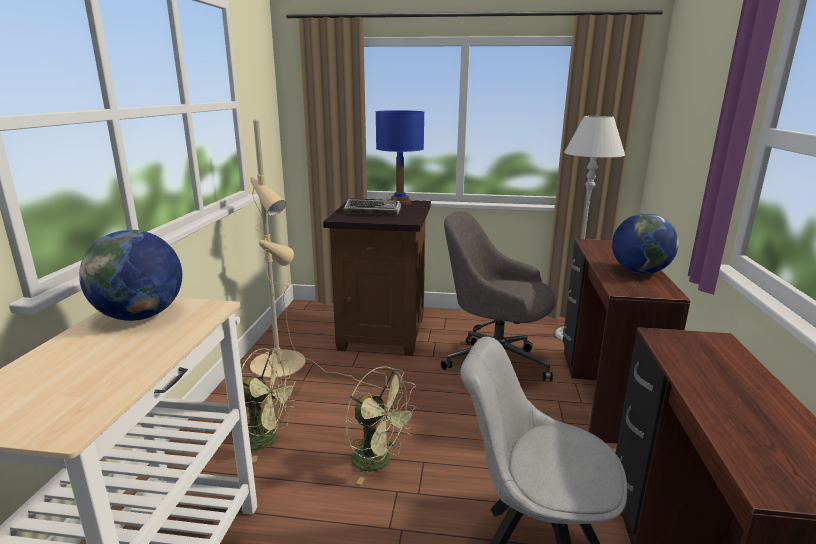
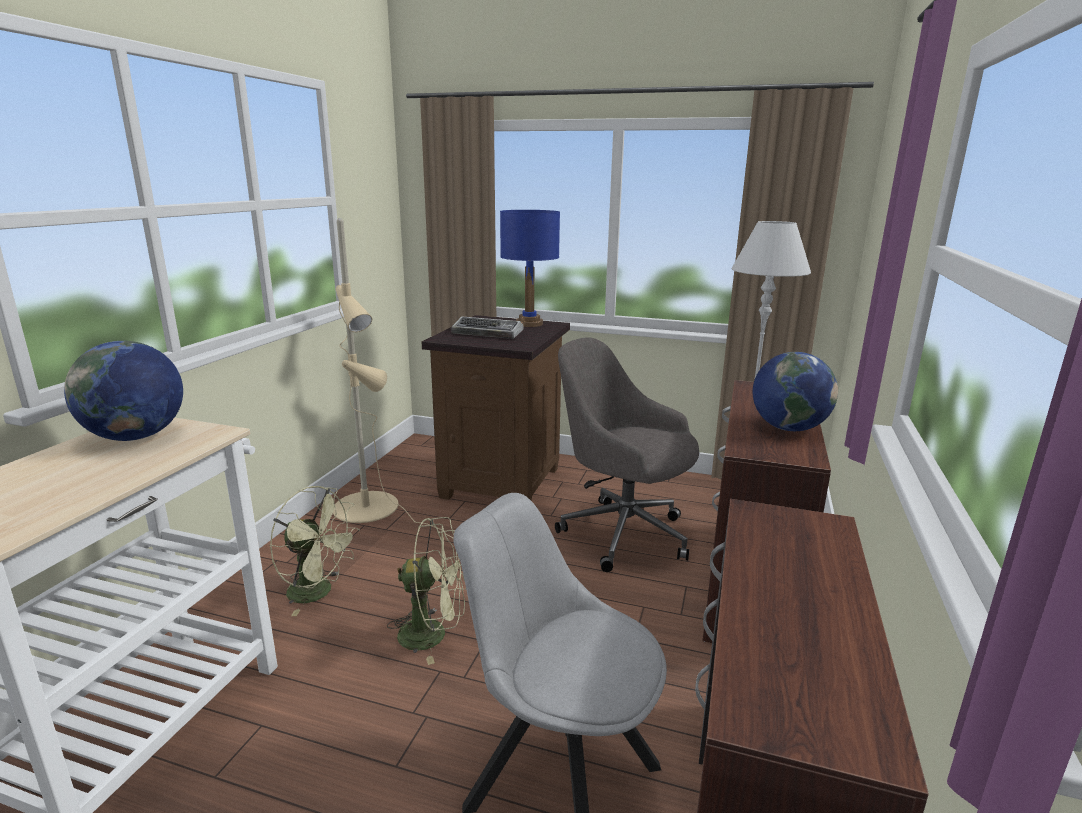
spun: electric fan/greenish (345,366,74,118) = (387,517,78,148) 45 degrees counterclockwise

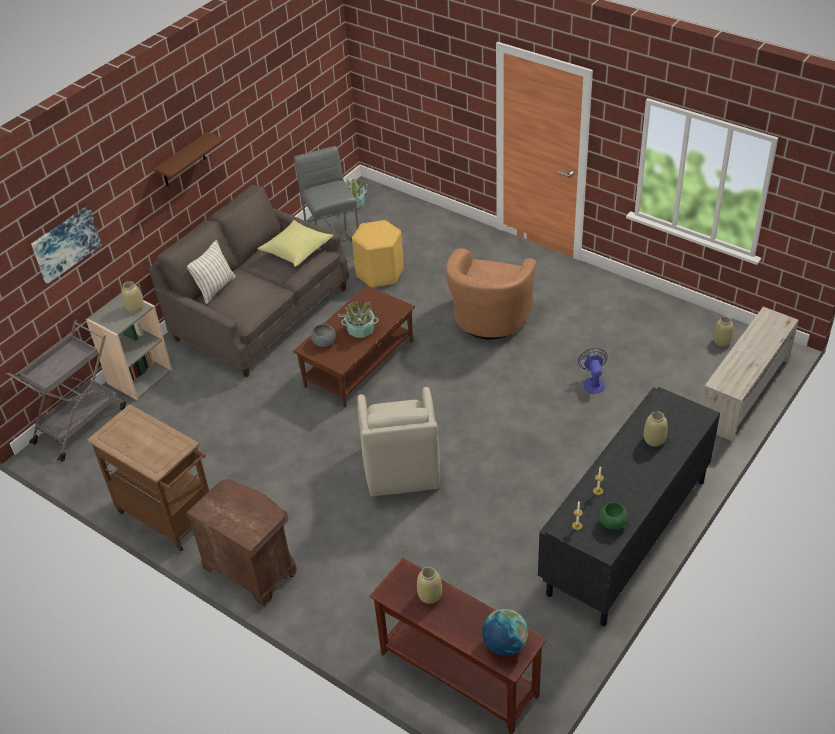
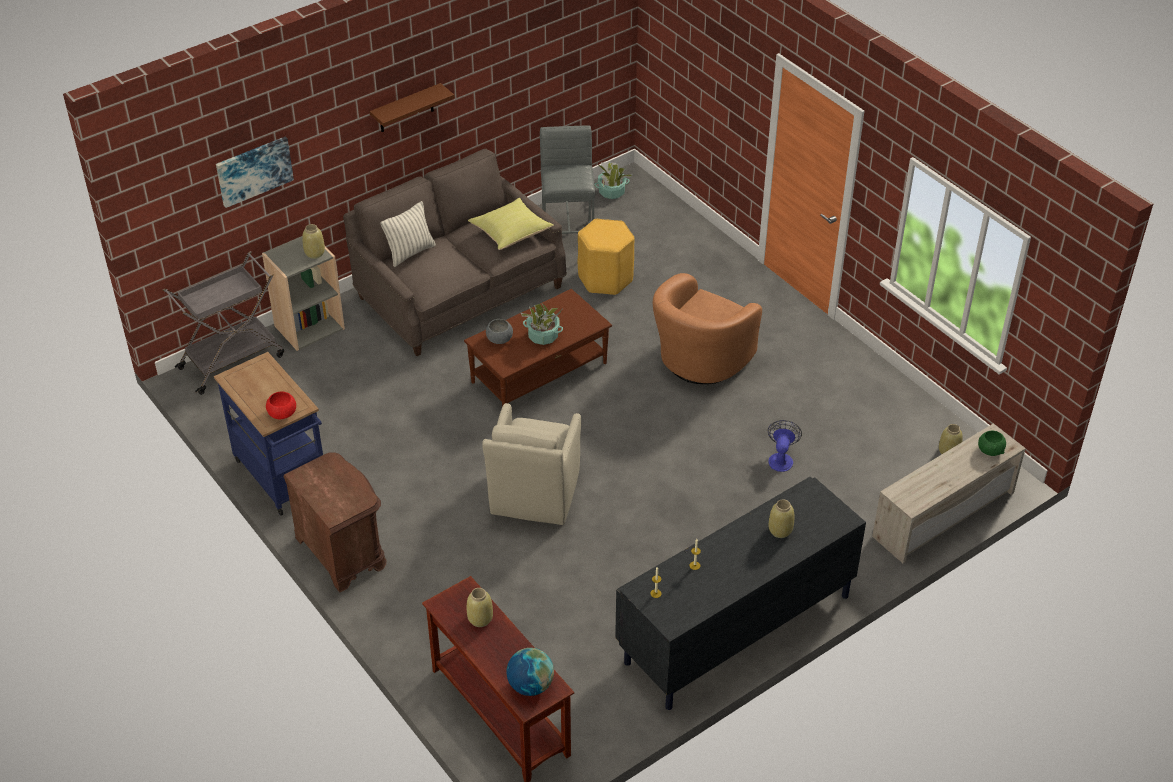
appeared: serving bowl/red-coloured (266,392,30,27)
relocated: serving bowl/greenish (599,502,29,28) to (978,431,28,25)
colour: trolley/brown (87,404,122,147) to trolley/blue (214,352,109,164)

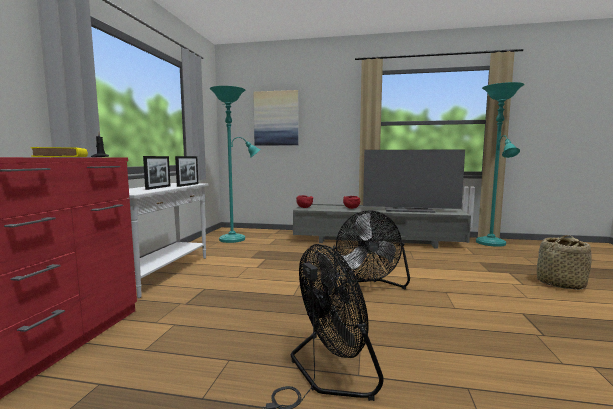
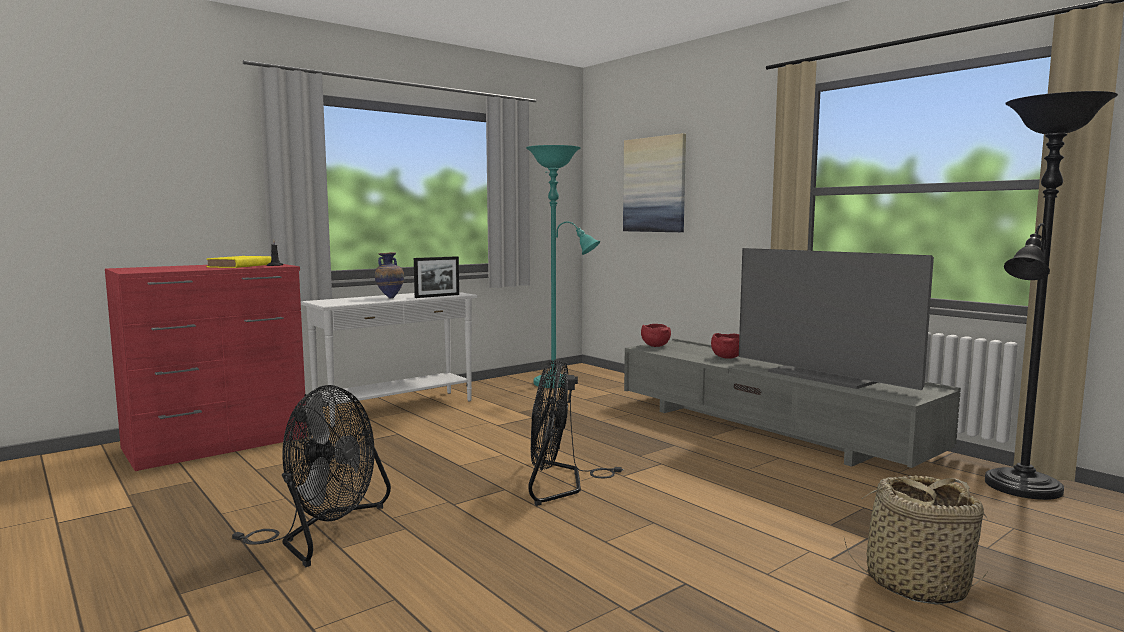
exchanged: standing frame (143,156,27,34) to flower vase (375,252,29,46)
colour: floor lamp/blue-green (476,82,48,165) to floor lamp/black-coloured (985,91,133,409)
spun: electric fan/black-coloured (333,210,77,84) = (528,359,96,147) 60 degrees clockwise

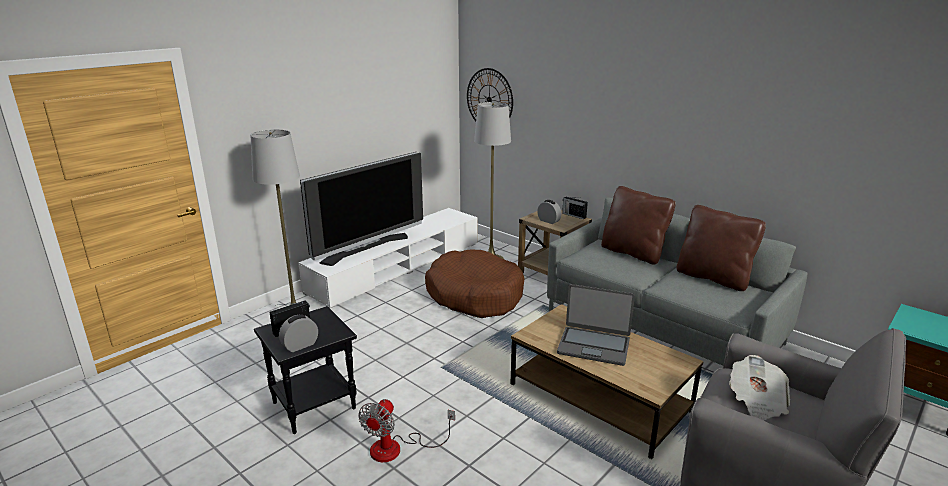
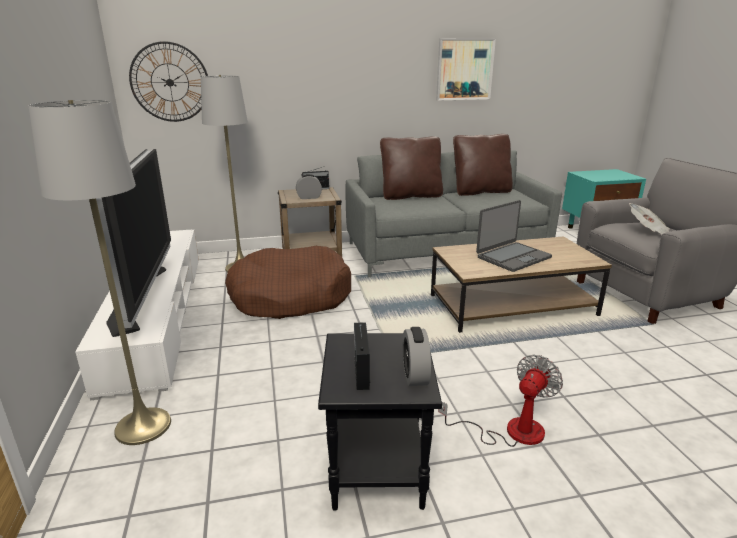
appeared: wall picture (436,38,60,63)
spun: electric fan (358,399,97,63) = (438,355,125,92) 105 degrees counterclockwise

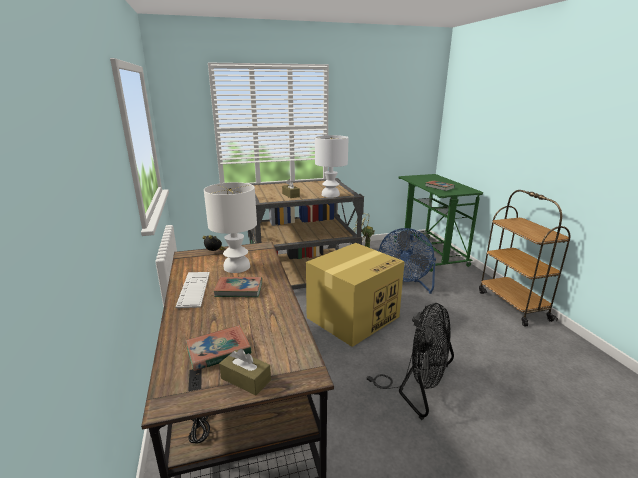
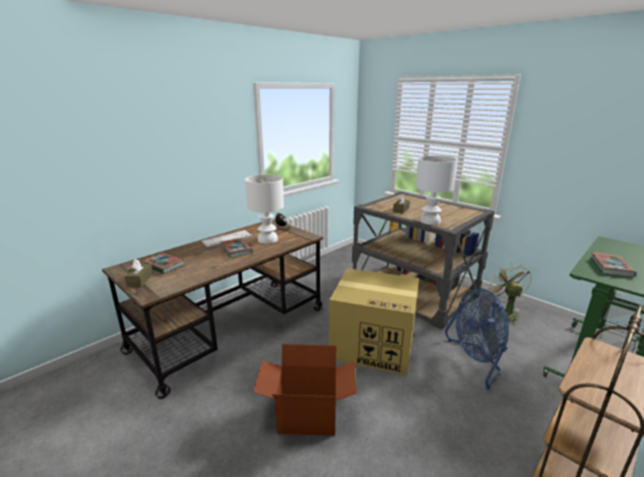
exchanged: electric fan/black-coloured (366,303,88,117) to cardboard box (253,344,103,92)

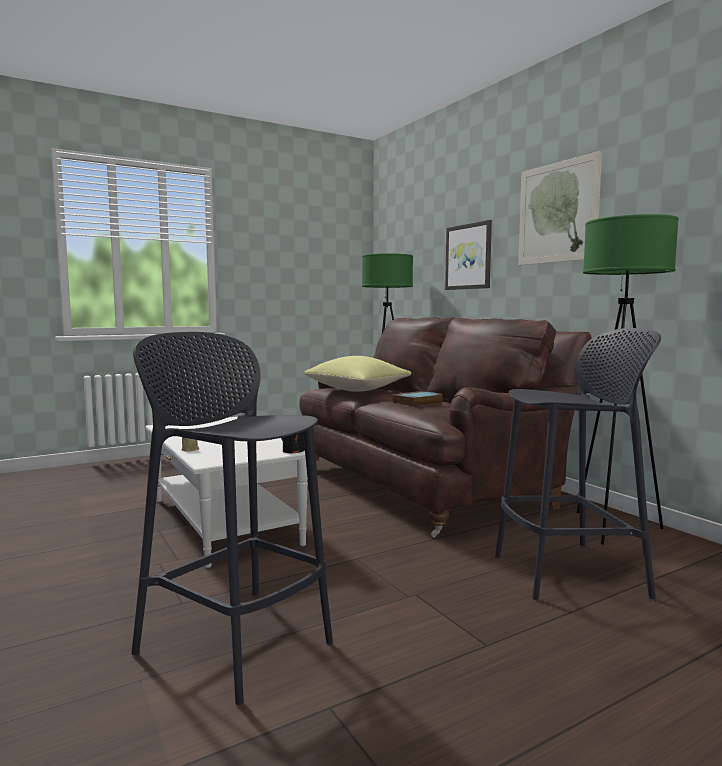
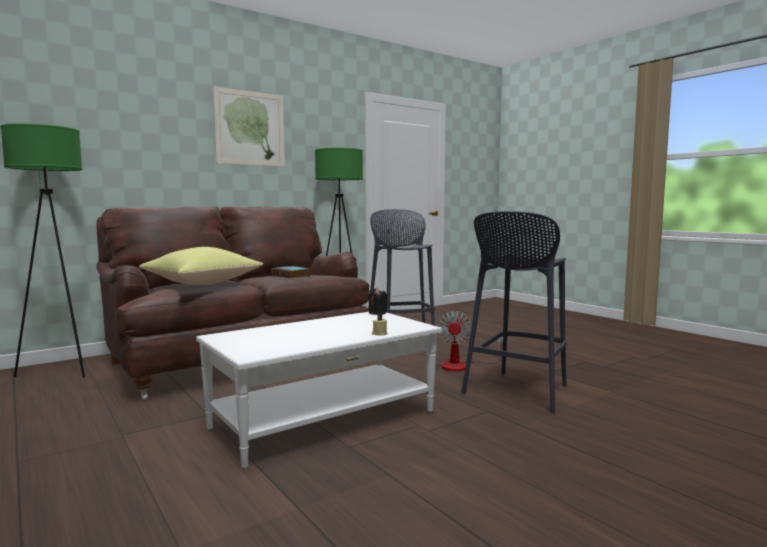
missing: wall picture (445,220,47,70)
appeared: electric fan (438,311,65,60)

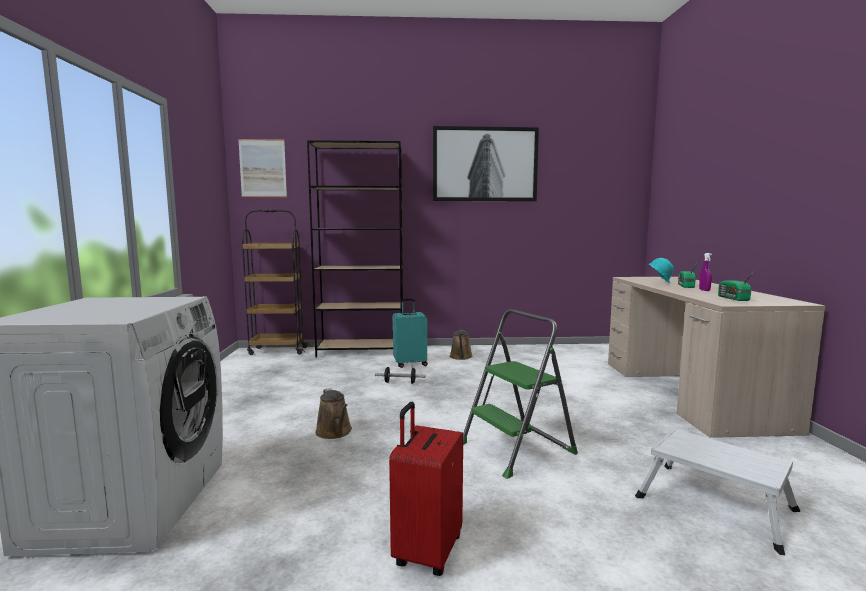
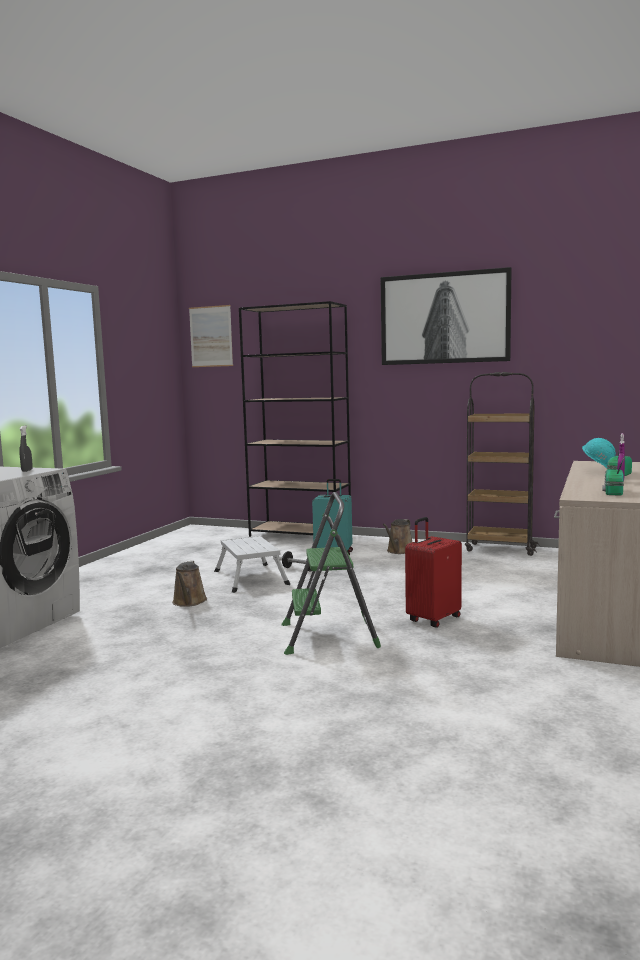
appeared: sprayer/greyish (20,425,13,47)
relocated: step ladder/white-coloured (635,428,166,127) to (214,536,76,57); suitcase/red-coloured (389,401,74,175) to (405,517,57,111); trolley/brown (242,209,68,146) to (465,372,75,184)

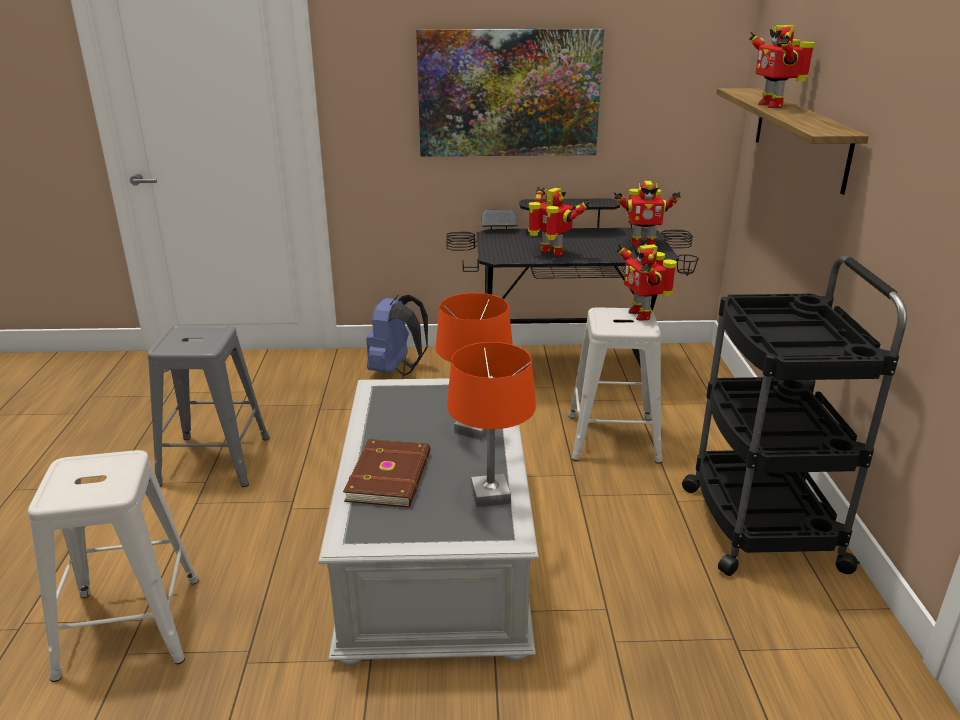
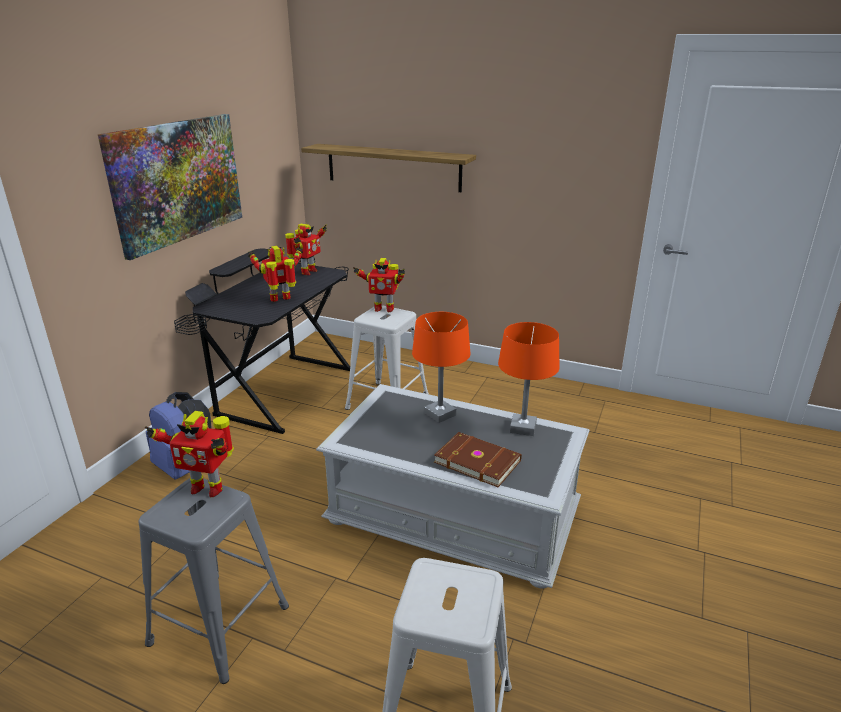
missing: trolley/black-coloured (682,256,225,320)
relocated: toy robot (749,25,66,83) to (144,411,90,86)

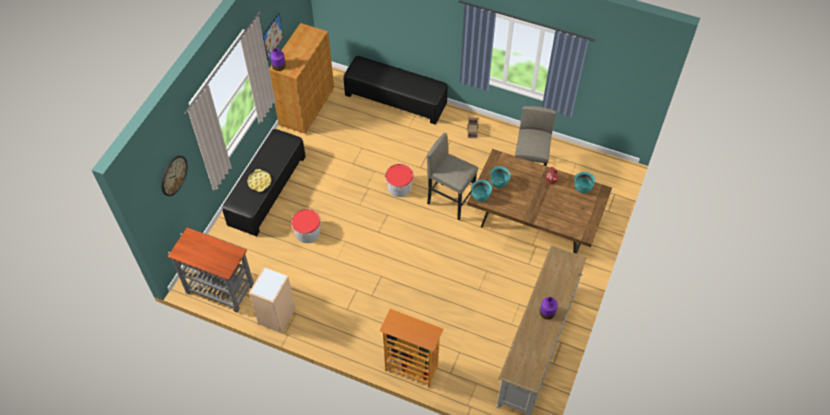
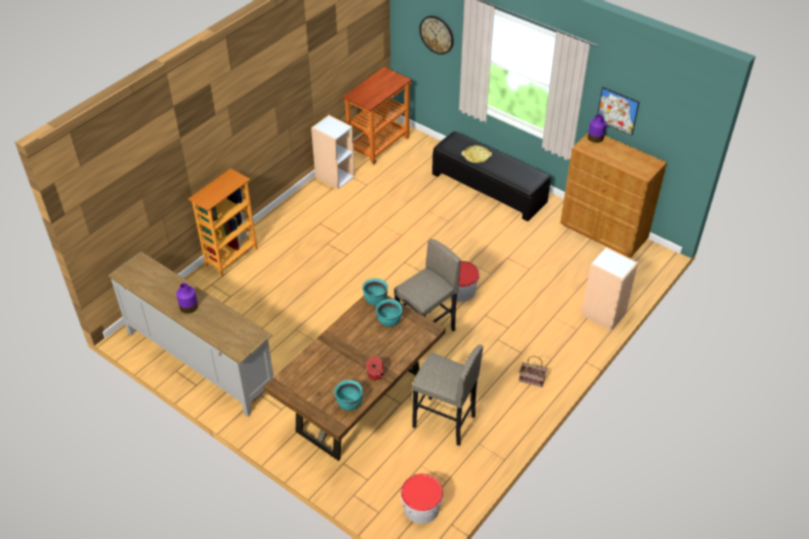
relocated: pail (291,209,30,34) to (401,474,42,50)
exchanged: long seat/black-coloured (344,56,104,69) to bookcase (581,247,57,84)
colour: trolley/greyish (168,227,86,85) to trolley/orange-coloured (343,67,69,98)

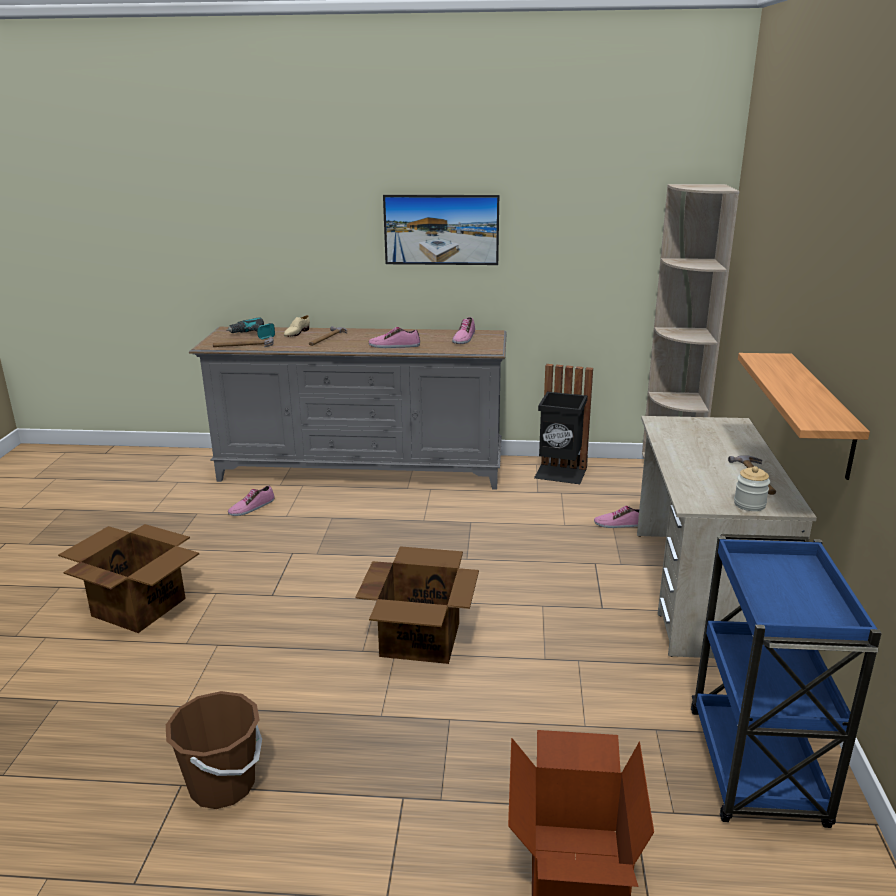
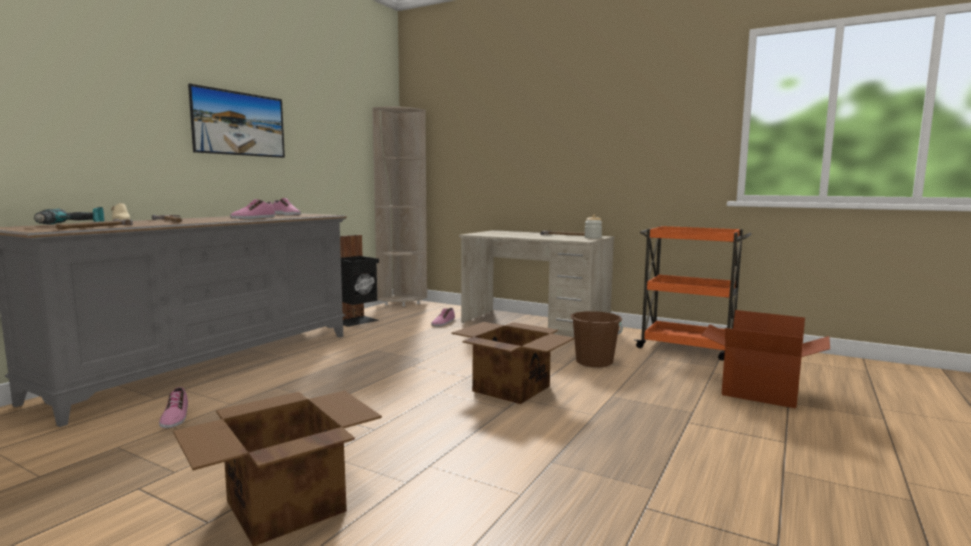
missing: wall shelf (738,353,132,127)
relocated: pail/brown (166,691,96,118) to (571,311,52,56)
colour: trolley/blue (691,534,191,294) to trolley/orange-coloured (634,226,117,134)

